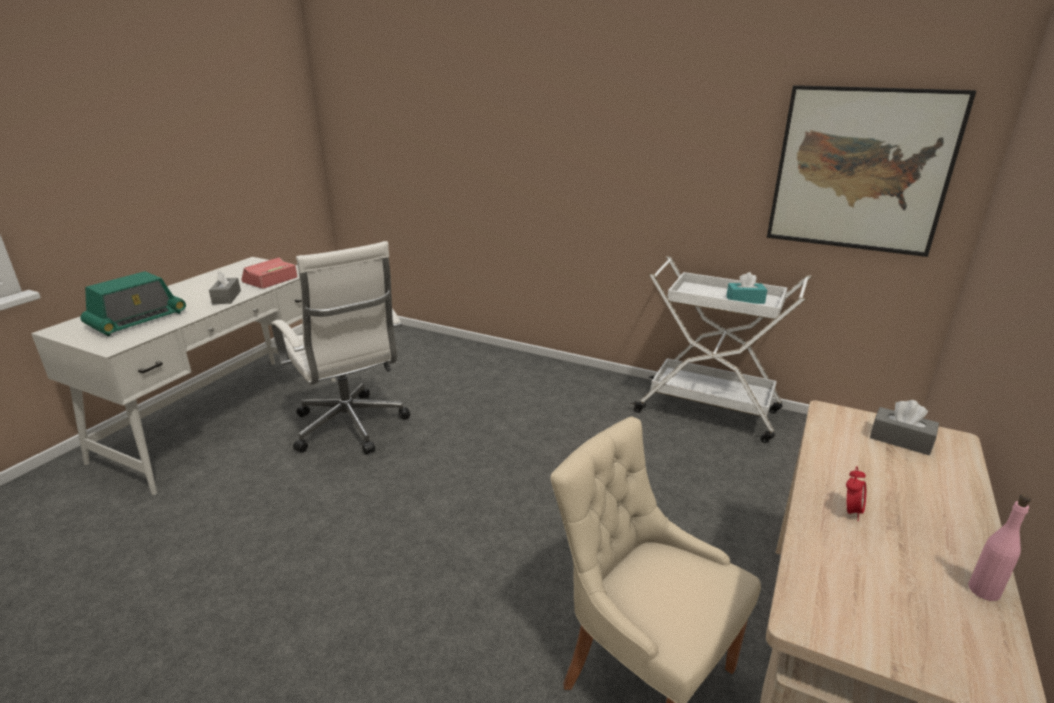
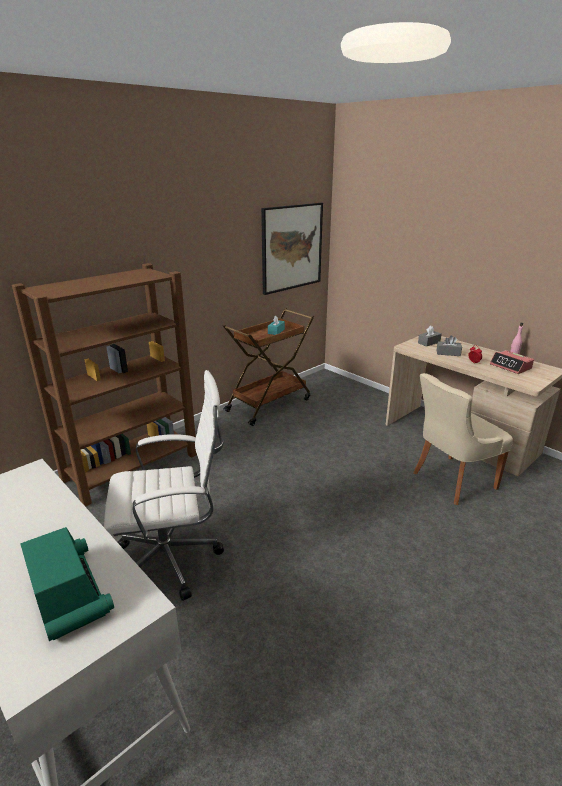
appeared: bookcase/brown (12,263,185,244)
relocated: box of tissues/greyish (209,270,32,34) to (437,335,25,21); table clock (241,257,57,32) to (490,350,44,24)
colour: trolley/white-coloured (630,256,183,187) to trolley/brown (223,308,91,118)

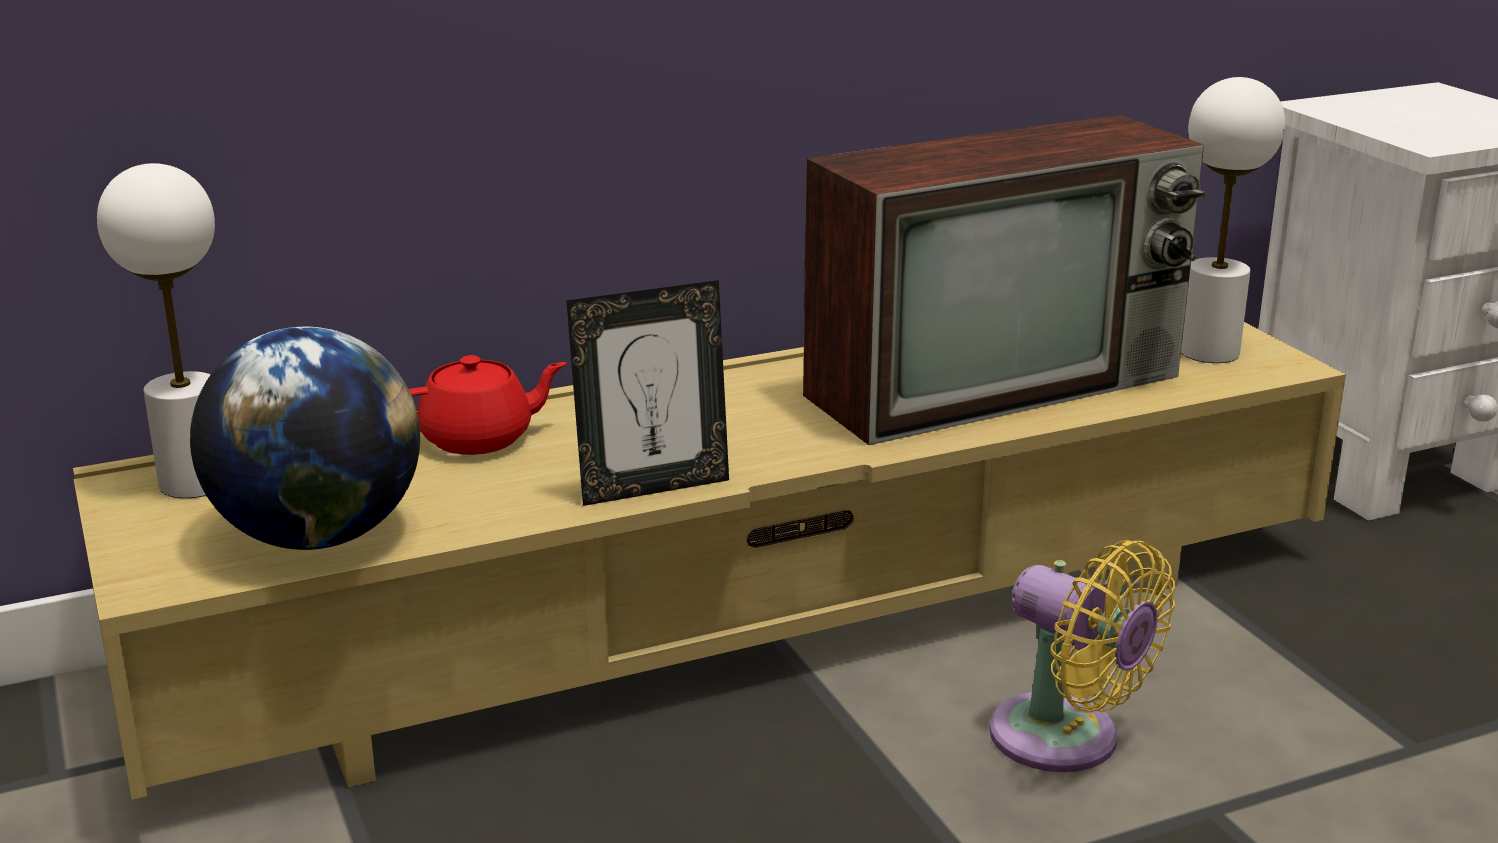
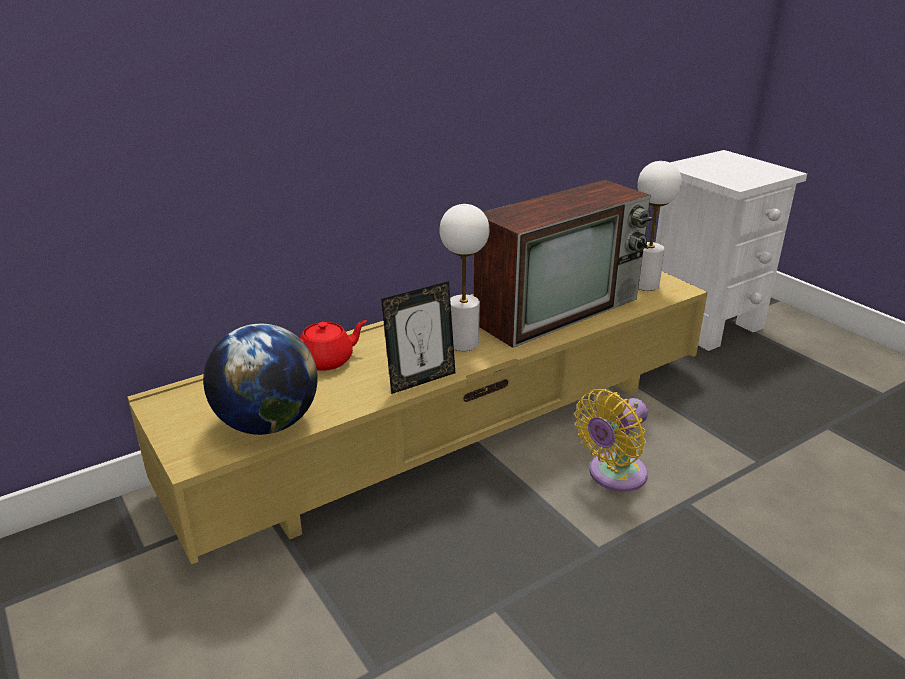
relocated: table lamp/white-coloured (97,163,118,335) to (439,204,50,147)
spun: electric fan/yellow (989,540,186,232) = (574,389,74,103) 105 degrees clockwise

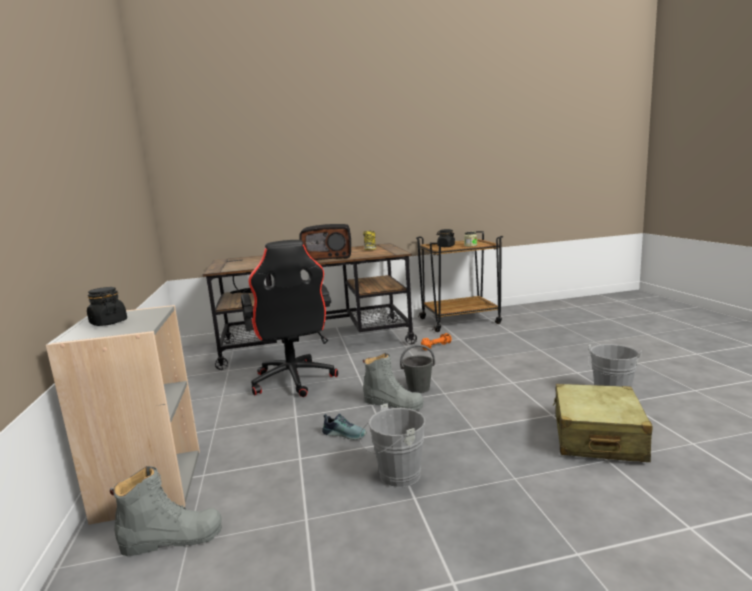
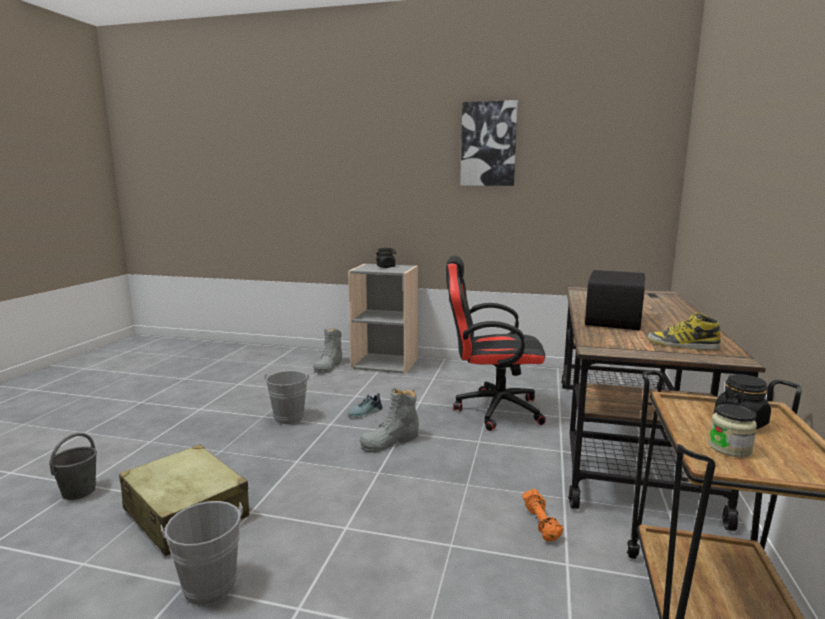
appeared: wall picture (461,100,57,86)
relocated: pail/greyish (400,344,35,49) to (49,433,48,67)

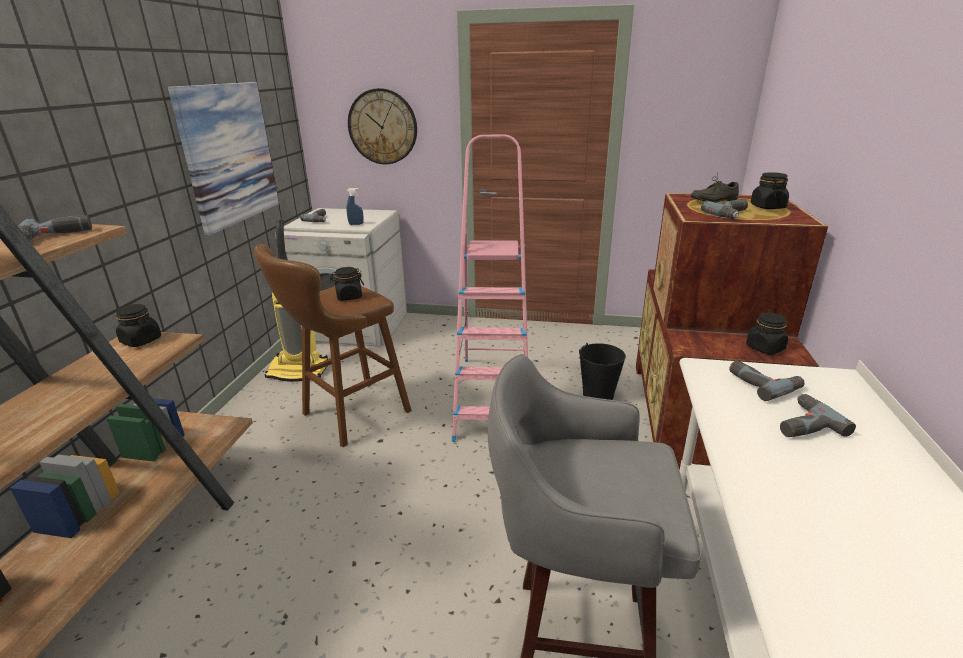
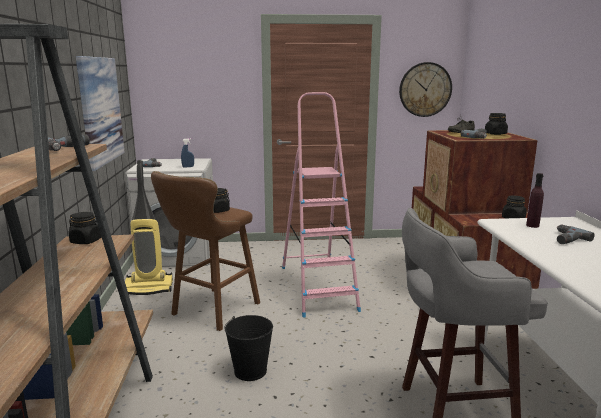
relocated: pail/black-coloured (579,343,47,57) to (224,315,49,66); hanging clock (348,88,69,76) to (399,62,53,55)
exchanged: electric drill (729,361,75,40) to drink bottle/purple-coloured (526,173,18,55)

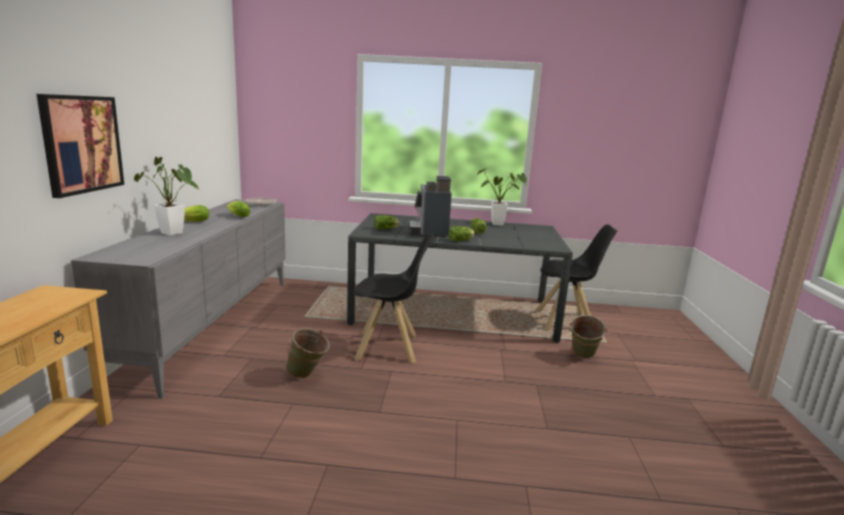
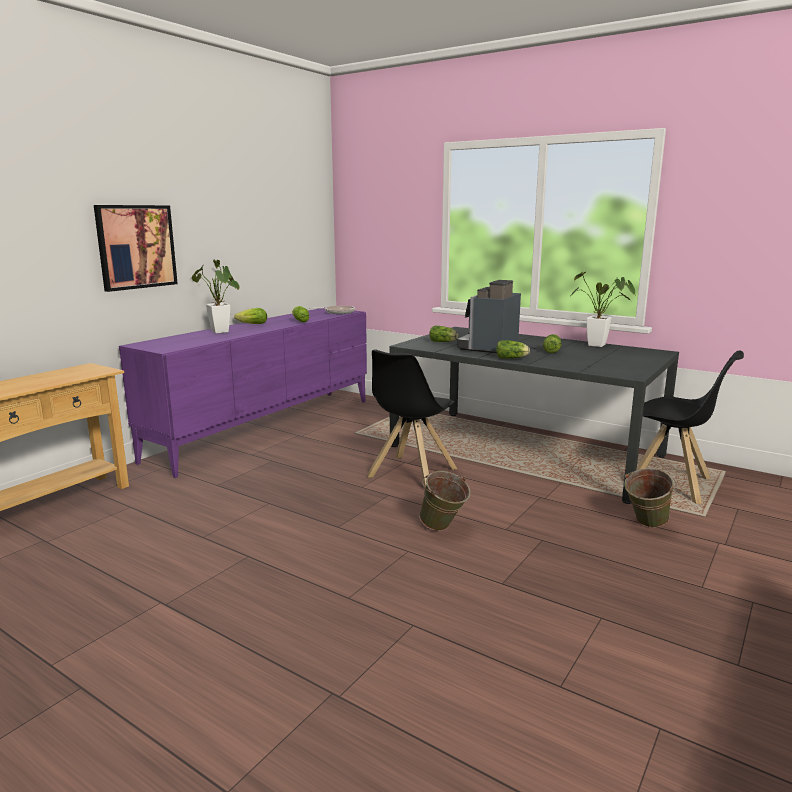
relocated: pail/greenish (286,329,44,50) to (419,471,52,60)
colour: cabinet/greyish (71,199,215,200) to cabinet/purple-coloured (119,307,248,171)
spun: plain chair/black-coloured (353,233,82,131) = (367,349,90,140) 90 degrees clockwise

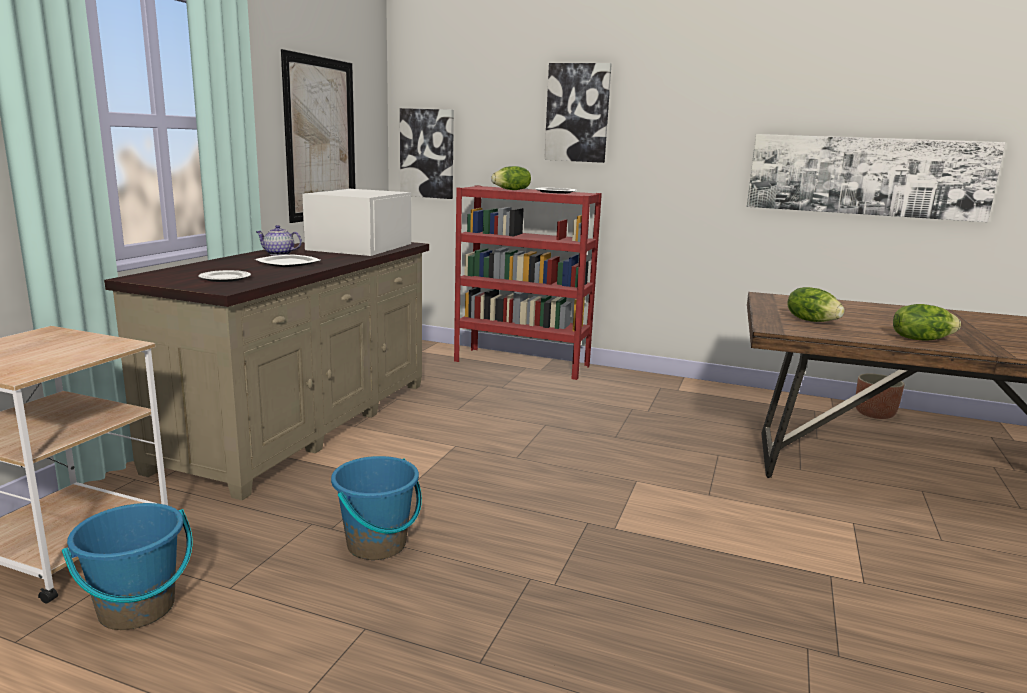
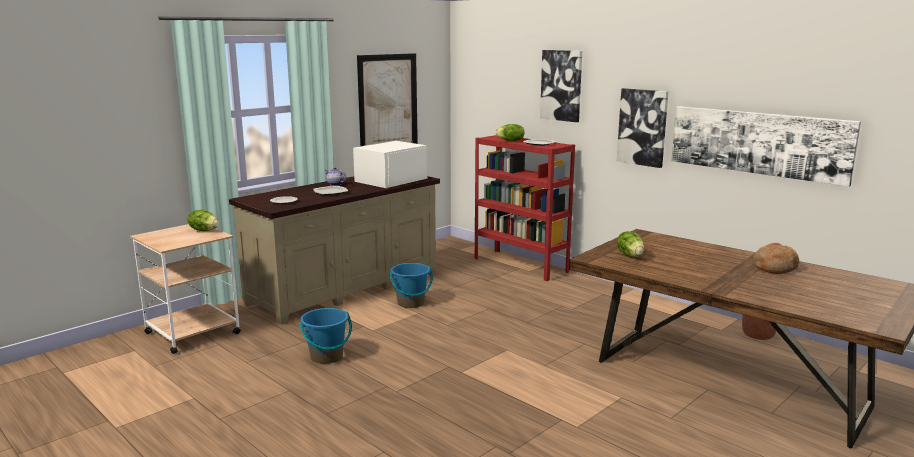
appeared: bakery bread (753,243,46,31)
relocated: lettuce (893,304,68,36) to (188,210,31,21); pail/blue (62,503,130,127) to (389,263,44,45); wall picture (400,108,54,91) to (617,88,52,80)

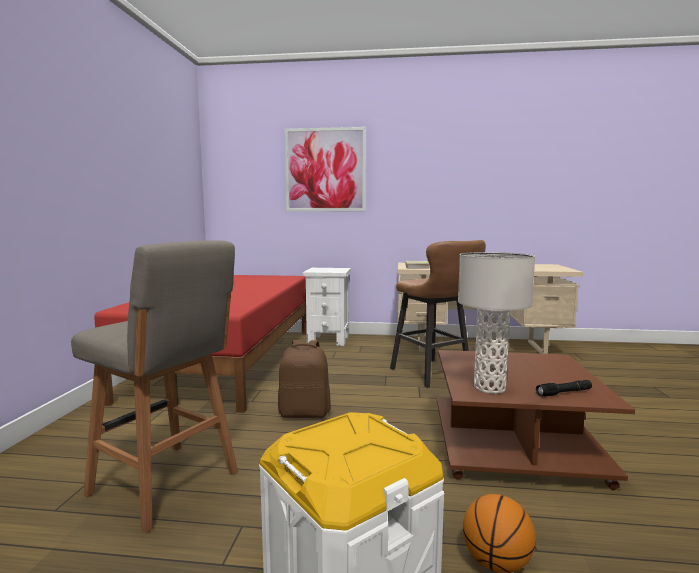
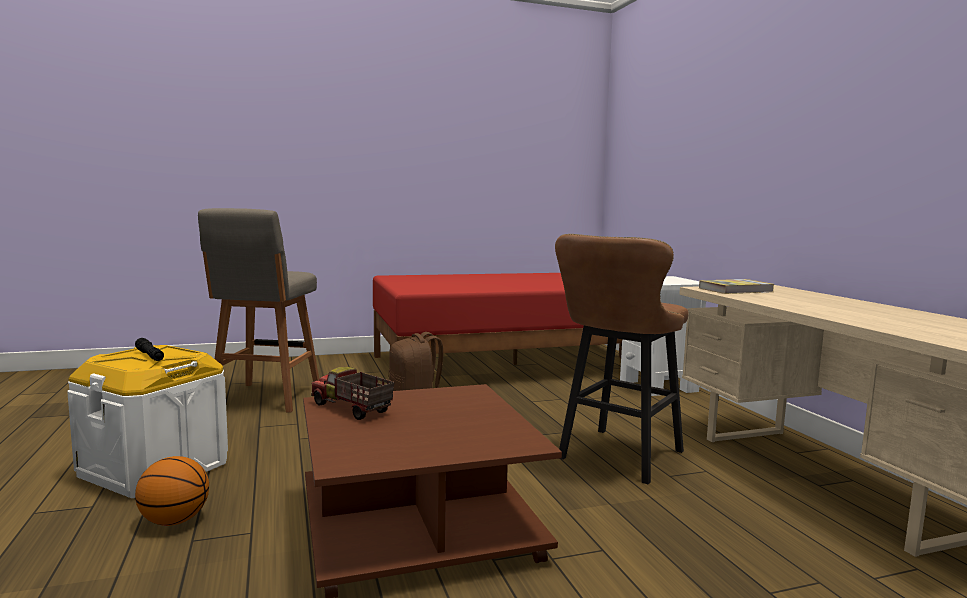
missing: wall picture (285,127,81,84)
relocated: flashlight/black-coloured (536,380,56,17) to (135,338,29,23)
exchanged: table lamp/white-coloured (458,252,77,142) to toy truck (311,367,84,53)

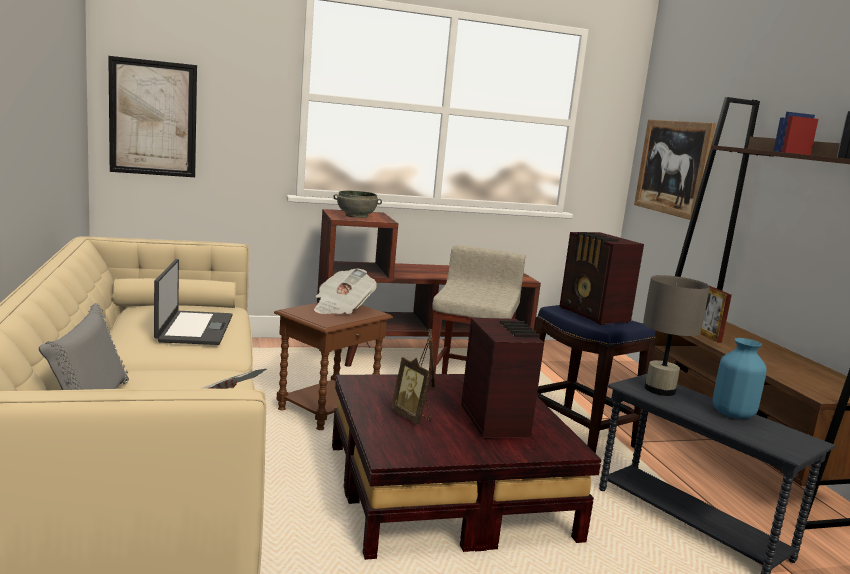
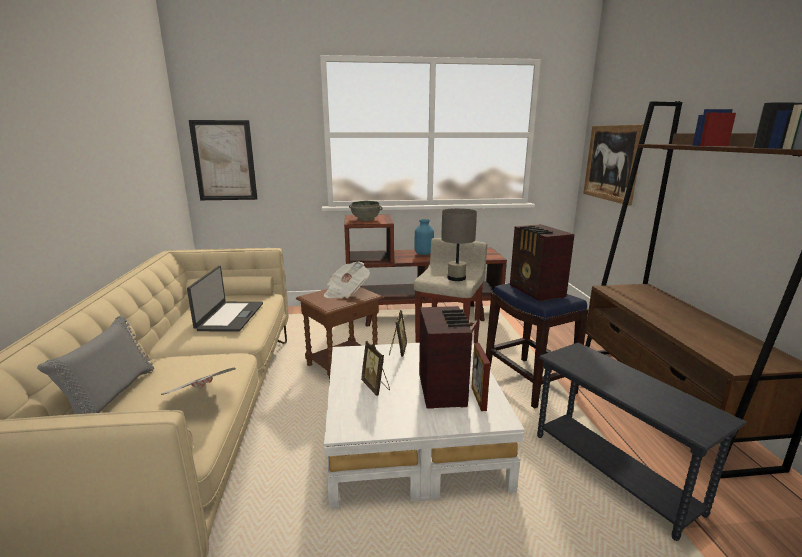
relocated: flower vase/blue (713,338,54,81) to (415,219,19,36); table lamp/greyish (643,275,67,121) to (441,208,36,73); standing frame (700,286,32,57) to (471,343,19,68)
colour: low table/brown (332,374,270,186) to low table/white-coloured (324,340,201,169)

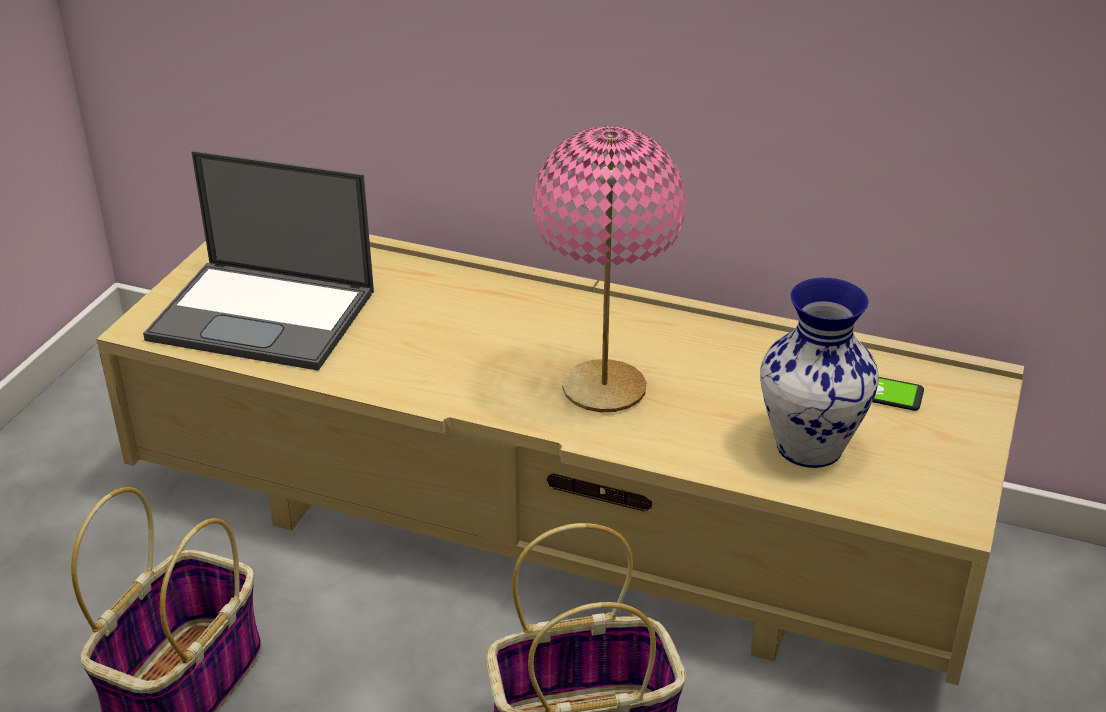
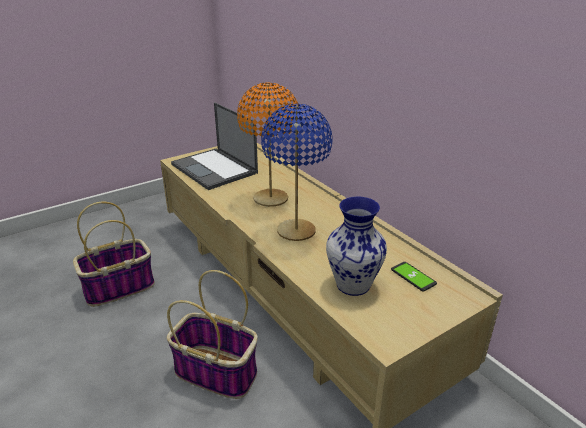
appeared: table lamp/orange-coloured (237,82,63,125)
colour: table lamp/pinkish (533,126,153,286) to table lamp/blue (261,104,71,137)

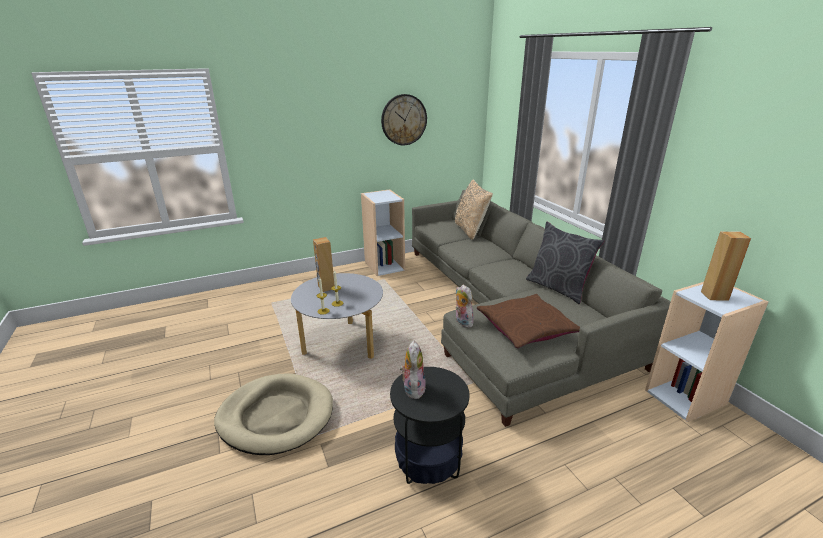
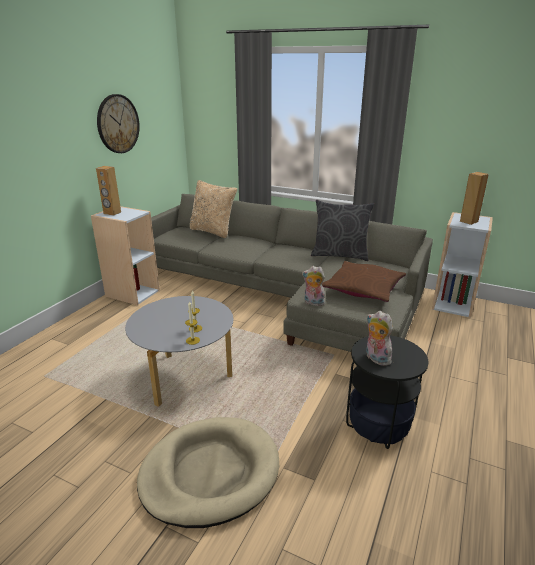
relocated: loudspeaker/brown (313,237,22,55) to (96,166,25,50)

